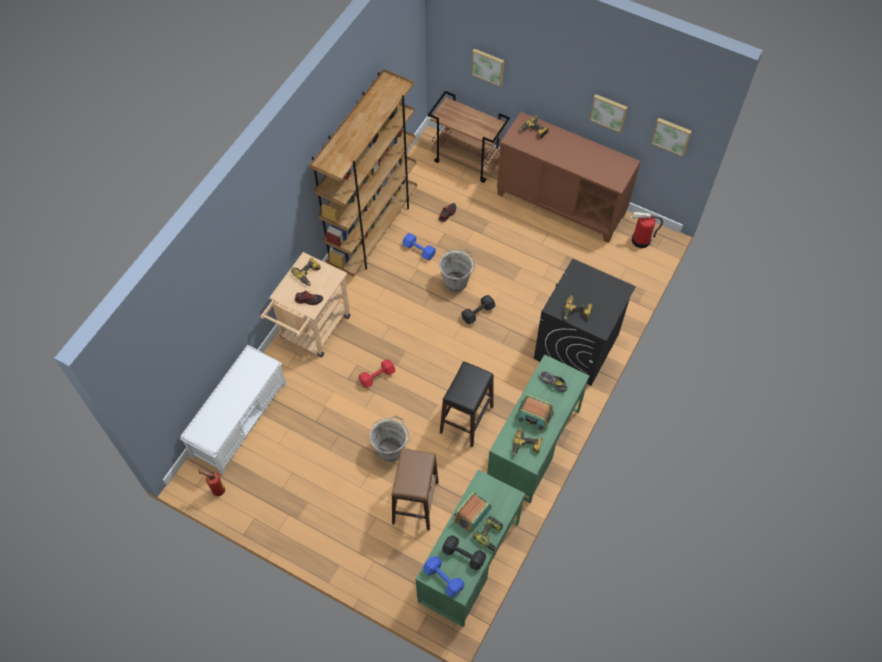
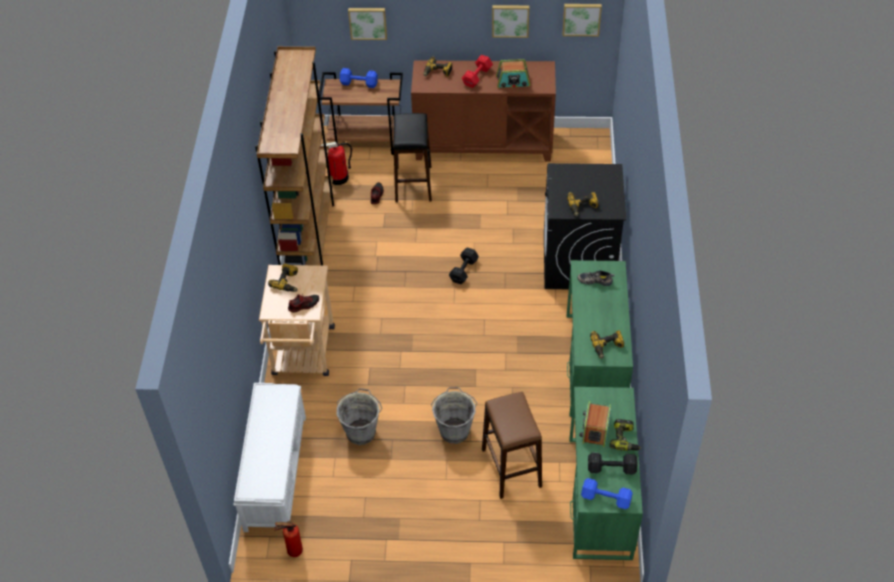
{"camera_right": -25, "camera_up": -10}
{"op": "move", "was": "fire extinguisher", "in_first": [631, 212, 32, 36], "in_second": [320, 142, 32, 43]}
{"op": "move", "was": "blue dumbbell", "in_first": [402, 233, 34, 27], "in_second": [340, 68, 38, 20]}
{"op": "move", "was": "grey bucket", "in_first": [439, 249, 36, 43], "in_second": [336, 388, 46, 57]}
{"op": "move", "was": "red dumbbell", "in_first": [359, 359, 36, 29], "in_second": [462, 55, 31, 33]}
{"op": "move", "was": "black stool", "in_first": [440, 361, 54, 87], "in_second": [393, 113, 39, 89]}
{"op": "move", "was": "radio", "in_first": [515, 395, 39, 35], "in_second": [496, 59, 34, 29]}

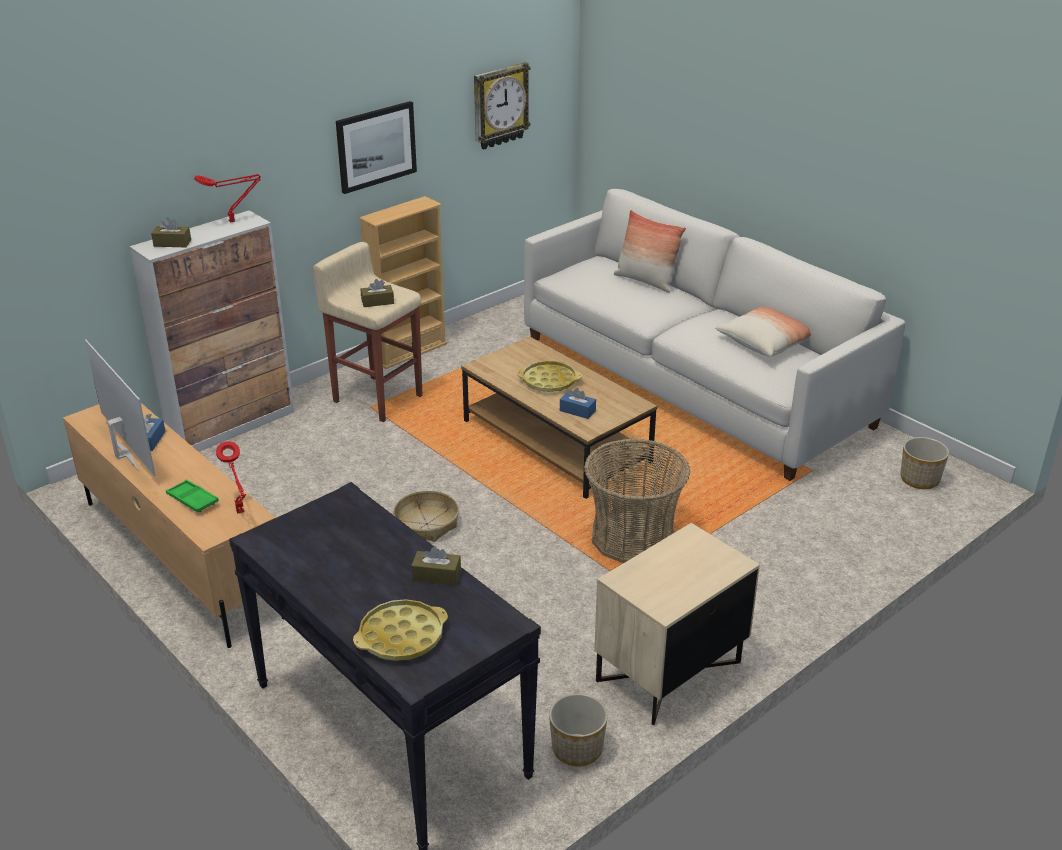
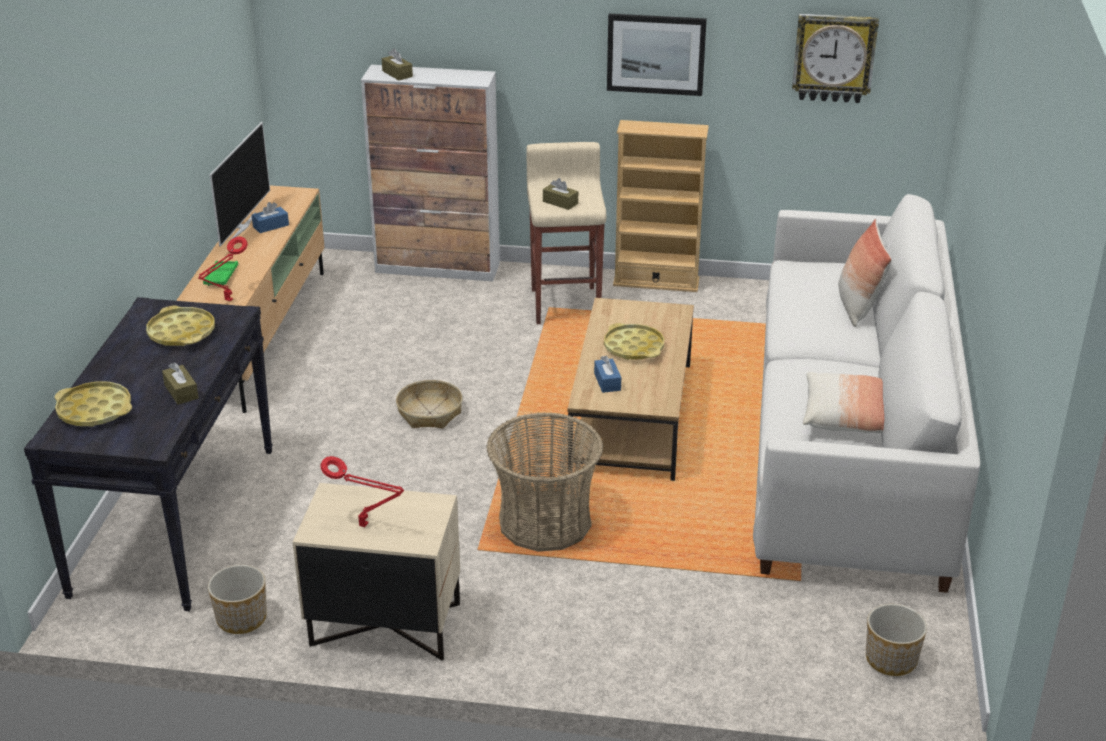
{"camera_right": 50, "camera_up": 0}
{"op": "move", "was": "red table lamp", "in_first": [194, 174, 67, 49], "in_second": [321, 456, 83, 71]}
{"op": "insert", "now": "yellow tray", "in_second": [146, 306, 69, 40]}

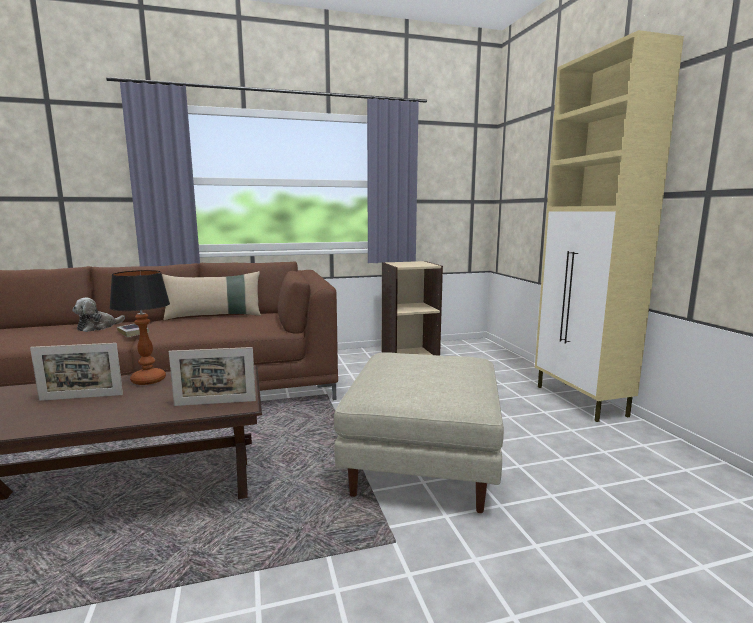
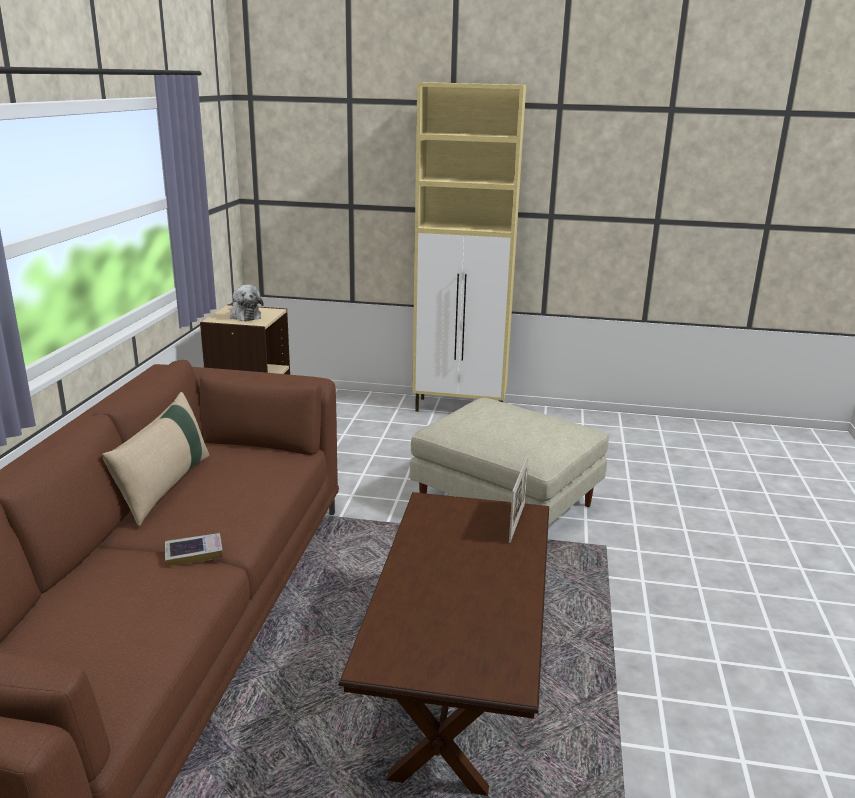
{"camera_right": -65, "camera_up": 10}
{"op": "delete", "was": "table lamp", "in_first": [109, 270, 61, 115]}
{"op": "move", "was": "plush toy", "in_first": [72, 298, 53, 34], "in_second": [230, 285, 34, 36]}
{"op": "delete", "was": "picture frame", "in_first": [30, 343, 93, 58]}

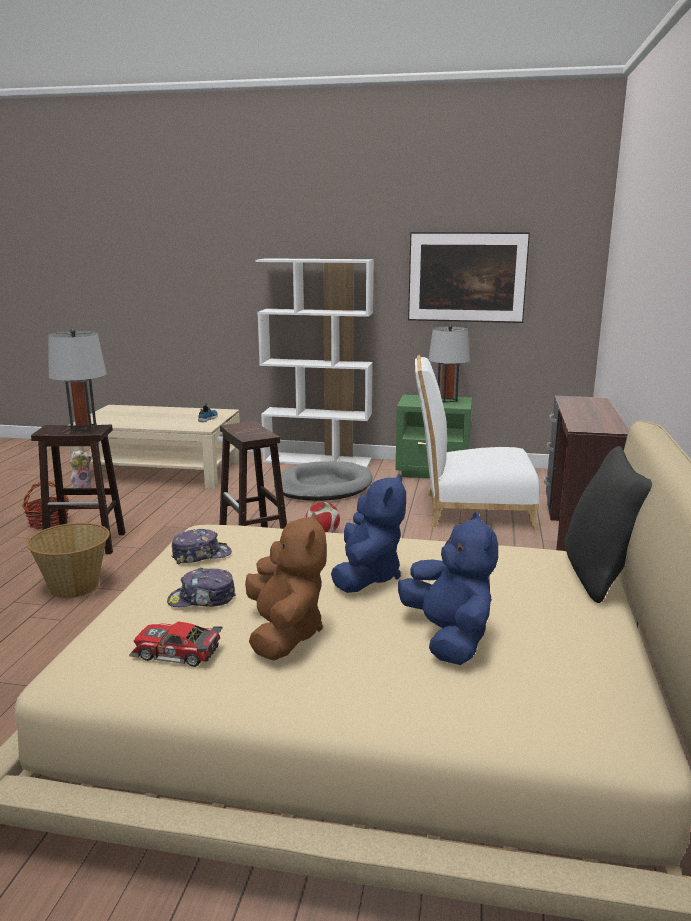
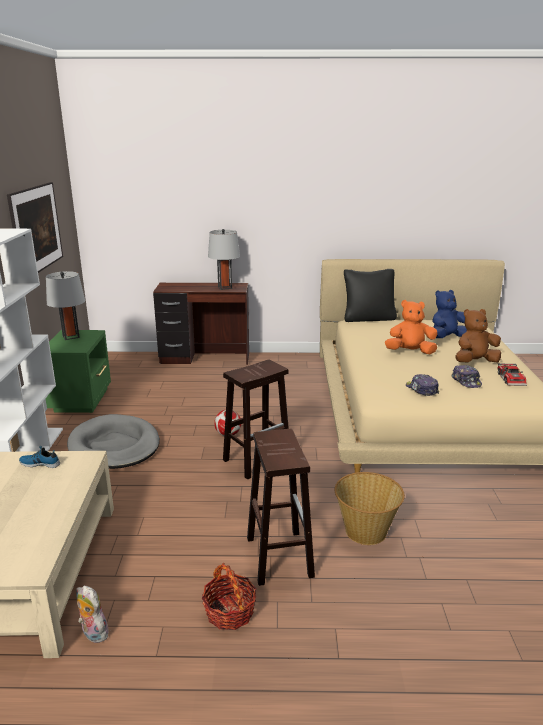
{"camera_right": -100, "camera_up": 5}
{"op": "move", "was": "grey table lamp", "in_first": [48, 329, 58, 102], "in_second": [208, 229, 32, 61]}
{"op": "delete", "was": "white chair", "in_first": [415, 355, 125, 175]}
{"op": "recolor", "was": "blue plush toy", "now": "orange plush toy", "in_first": [331, 474, 75, 119], "in_second": [385, 300, 53, 54]}

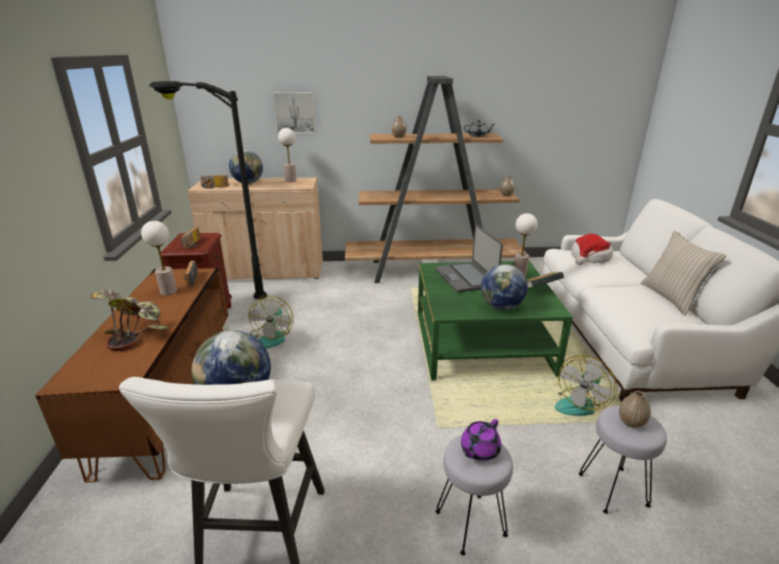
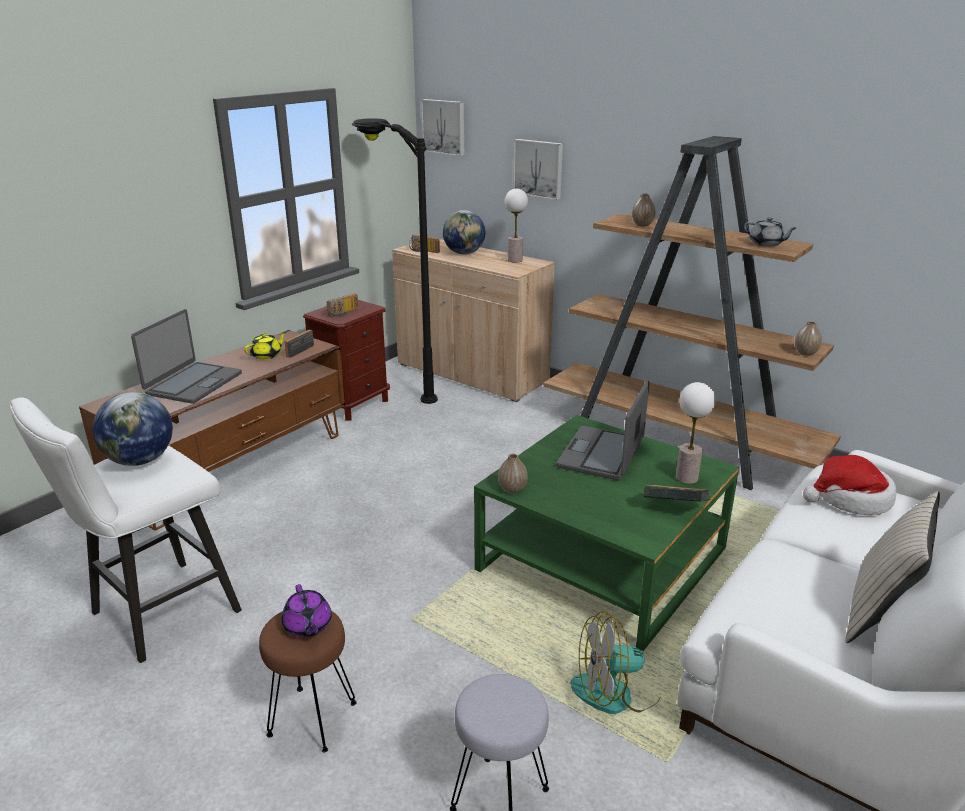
{"camera_right": 40, "camera_up": 0}
{"op": "replace", "was": "table lamp", "now": "yellow teapot", "in_first": [141, 221, 36, 74], "in_second": [244, 332, 43, 28]}
{"op": "delete", "was": "globe", "in_first": [481, 264, 47, 46]}
{"op": "replace", "was": "potted plant", "now": "laptop", "in_first": [91, 290, 77, 61], "in_second": [131, 309, 111, 95]}
{"op": "delete", "was": "fan", "in_first": [249, 295, 44, 54]}
{"op": "move", "was": "vase", "in_first": [619, 391, 32, 37], "in_second": [498, 454, 30, 39]}
{"op": "rotate", "was": "purple teapot", "in_first": [461, 419, 40, 42], "in_second": [282, 584, 50, 53], "clockwise": -105}
{"op": "recolor", "was": "grey stool", "now": "brown stool", "in_first": [436, 435, 77, 121], "in_second": [259, 611, 98, 141]}
{"op": "insert", "now": "picture", "in_second": [421, 99, 43, 57]}

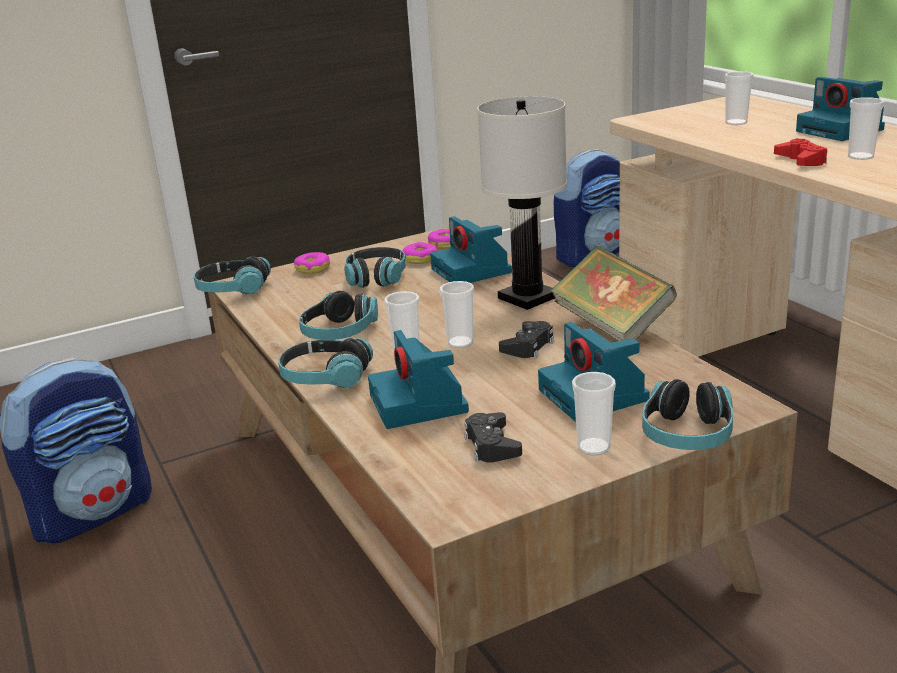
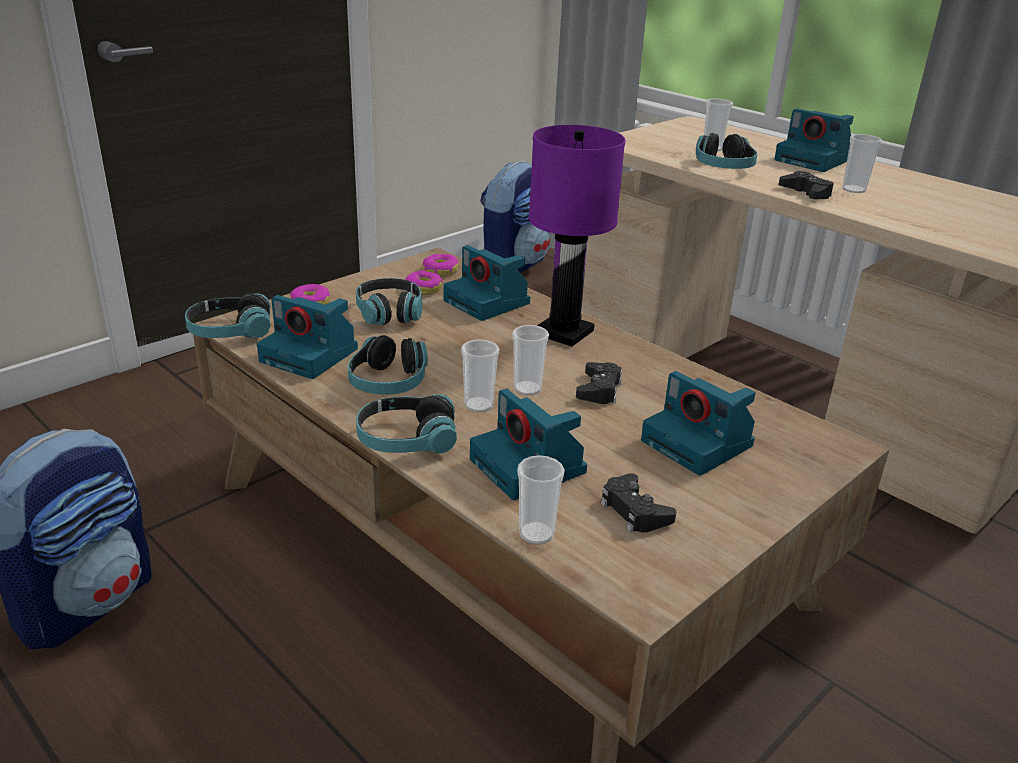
{"camera_right": -20, "camera_up": 5}
{"op": "recolor", "was": "white table lamp", "now": "purple table lamp", "in_first": [477, 96, 90, 214], "in_second": [528, 125, 98, 222]}
{"op": "recolor", "was": "red game controller", "now": "black game controller", "in_first": [774, 138, 54, 28], "in_second": [779, 171, 55, 28]}
{"op": "delete", "was": "book", "in_first": [550, 246, 127, 95]}
{"op": "move", "was": "cup", "in_first": [572, 372, 44, 84], "in_second": [517, 455, 48, 90]}
{"op": "move", "was": "headphones", "in_first": [642, 379, 91, 71], "in_second": [696, 133, 61, 36]}
{"op": "insert", "now": "photo camera", "in_second": [257, 295, 101, 84]}

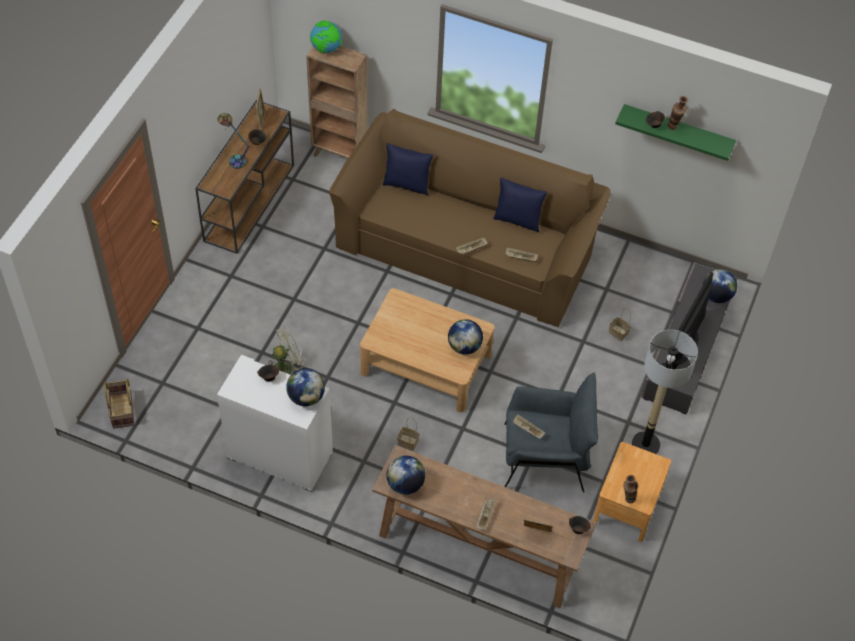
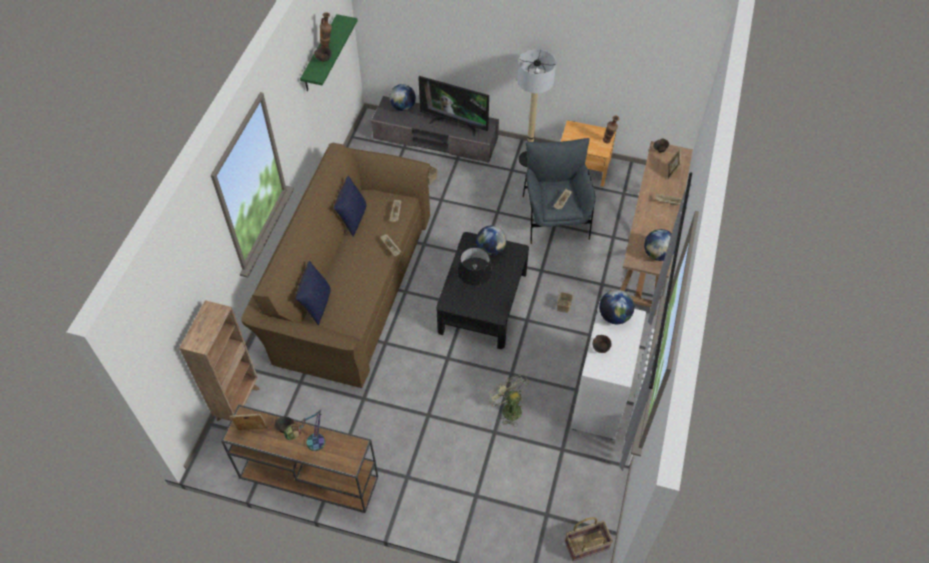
{"camera_right": -95, "camera_up": 0}
{"op": "delete", "was": "globe", "in_first": [310, 21, 32, 32]}
{"op": "recolor", "was": "beige coffee table", "now": "black coffee table", "in_first": [360, 288, 135, 124], "in_second": [436, 232, 93, 117]}
{"op": "insert", "now": "black table lamp", "in_second": [457, 247, 35, 43]}

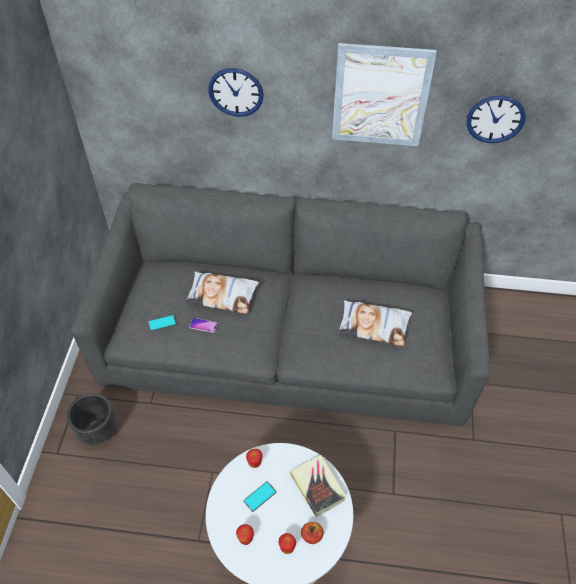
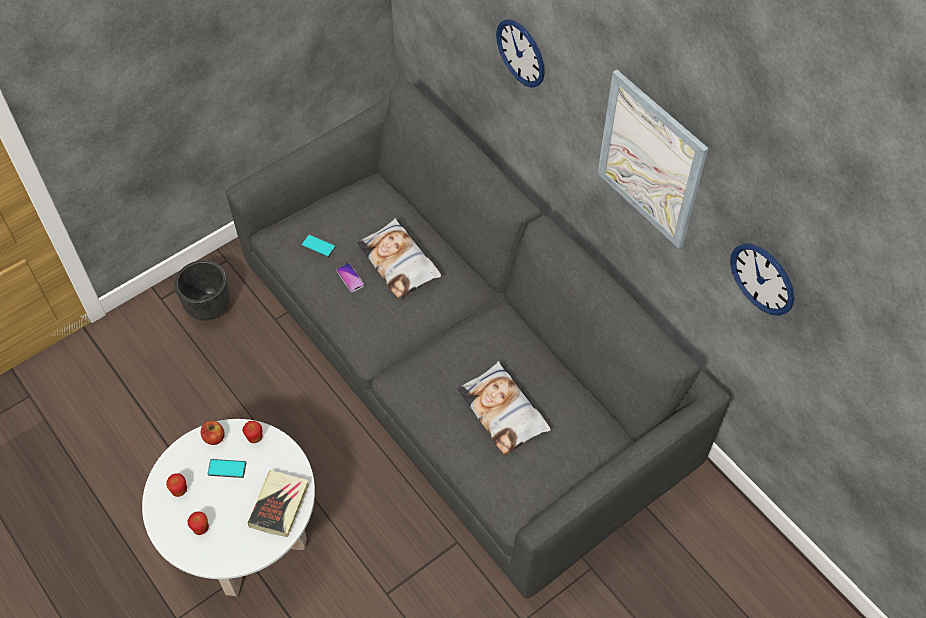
{"camera_right": 45, "camera_up": 5}
{"op": "move", "was": "apple", "in_first": [301, 522, 23, 22], "in_second": [201, 421, 24, 24]}

